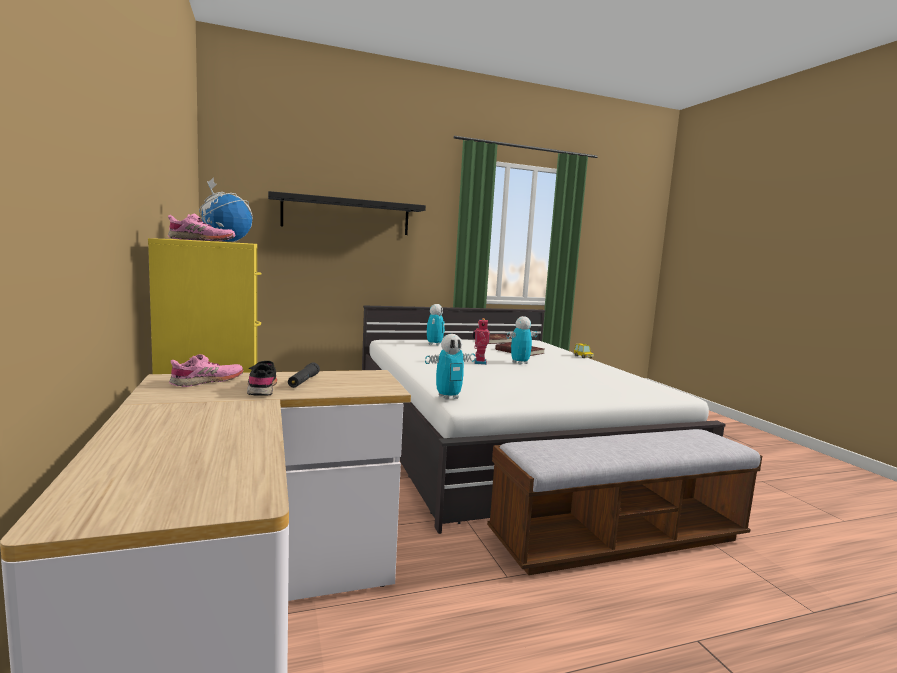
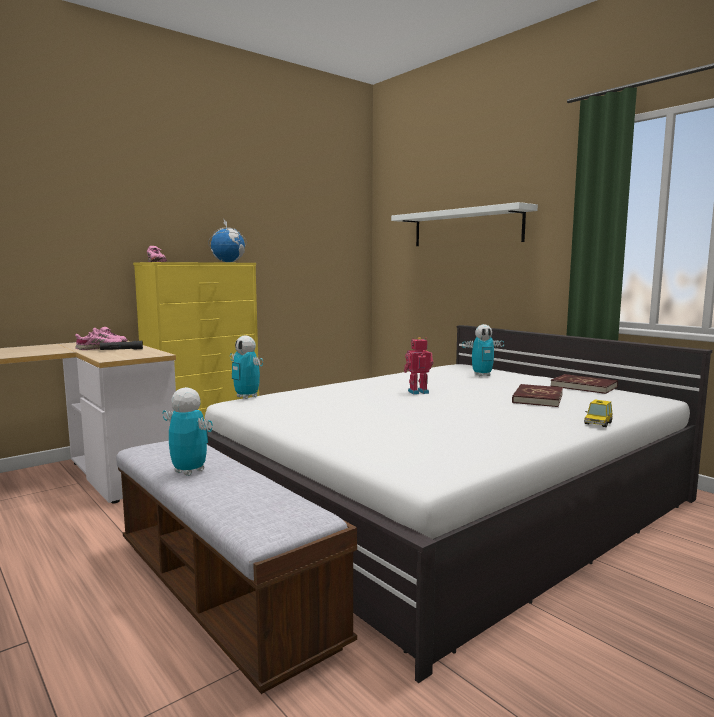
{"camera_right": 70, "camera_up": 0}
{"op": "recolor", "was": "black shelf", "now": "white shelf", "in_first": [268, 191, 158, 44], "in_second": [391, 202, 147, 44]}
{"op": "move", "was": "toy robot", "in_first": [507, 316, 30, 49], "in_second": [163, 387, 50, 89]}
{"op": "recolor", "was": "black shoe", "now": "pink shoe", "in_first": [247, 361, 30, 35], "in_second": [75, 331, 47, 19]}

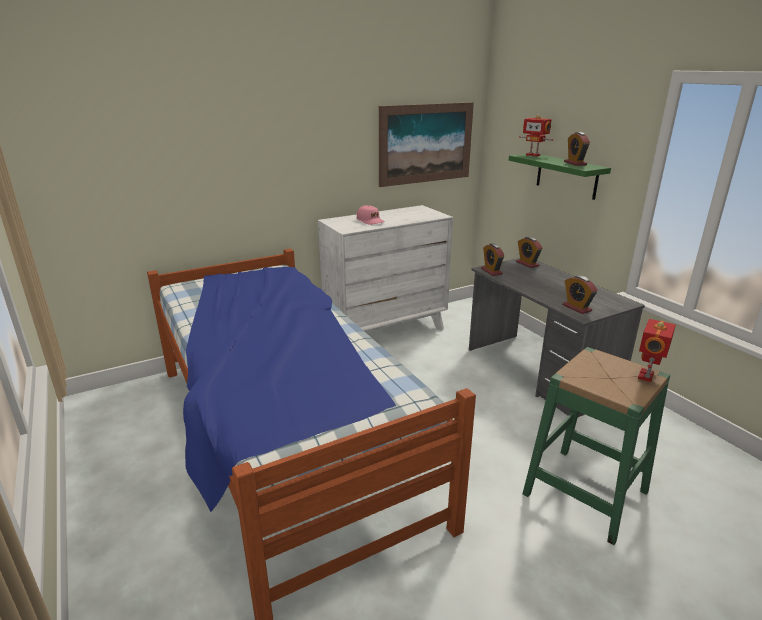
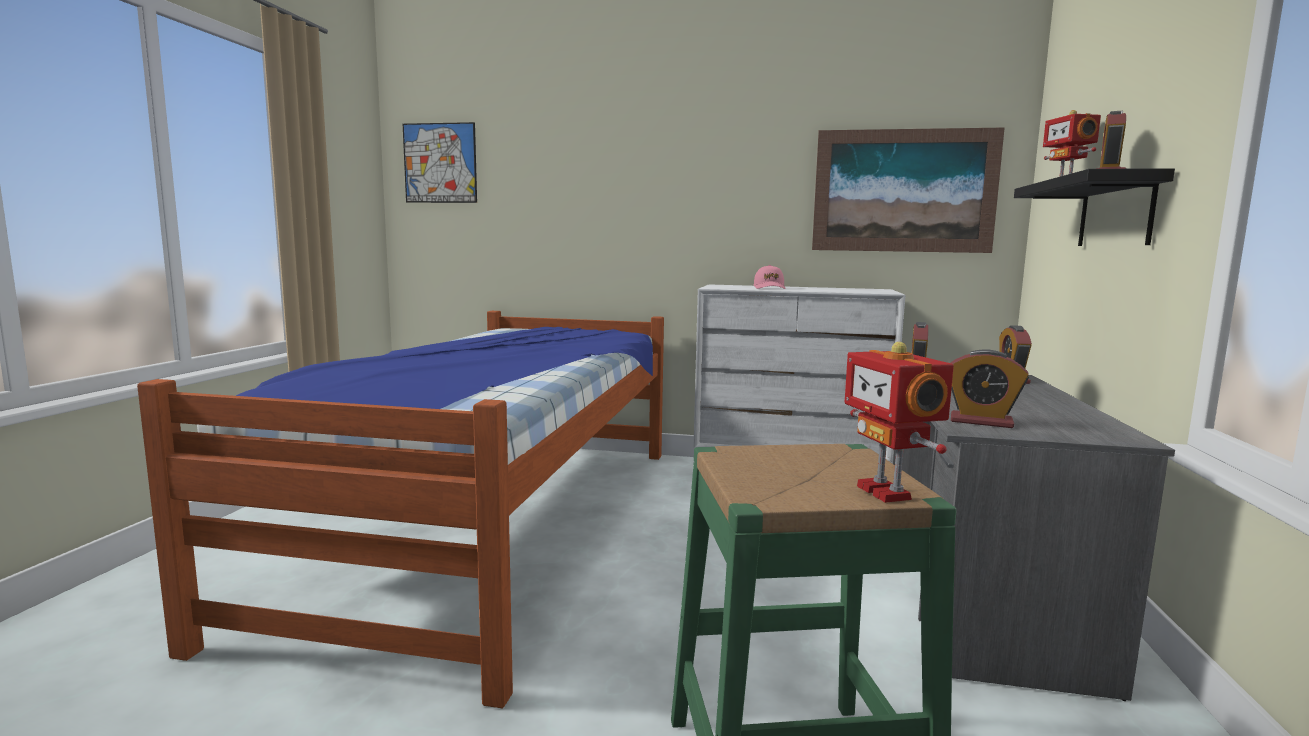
{"camera_right": 40, "camera_up": -15}
{"op": "recolor", "was": "green shelf", "now": "black shelf", "in_first": [509, 153, 102, 47], "in_second": [1014, 168, 161, 78]}
{"op": "rotate", "was": "alarm clock", "in_first": [562, 275, 36, 39], "in_second": [951, 349, 78, 79], "clockwise": -75}
{"op": "rotate", "was": "toy robot", "in_first": [638, 319, 38, 63], "in_second": [844, 342, 110, 161], "clockwise": -90}
{"op": "insert", "now": "picture", "in_second": [403, 122, 74, 81]}

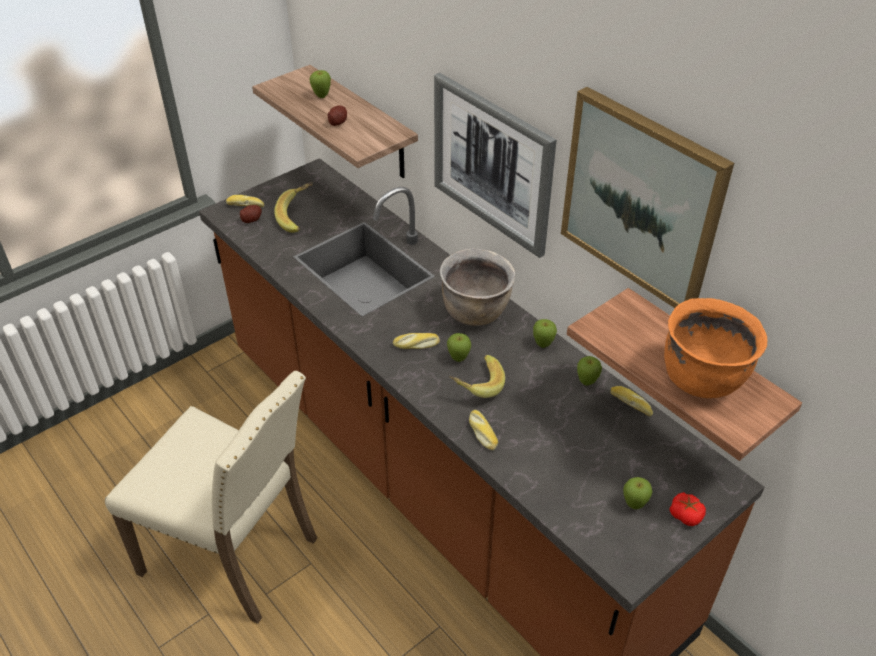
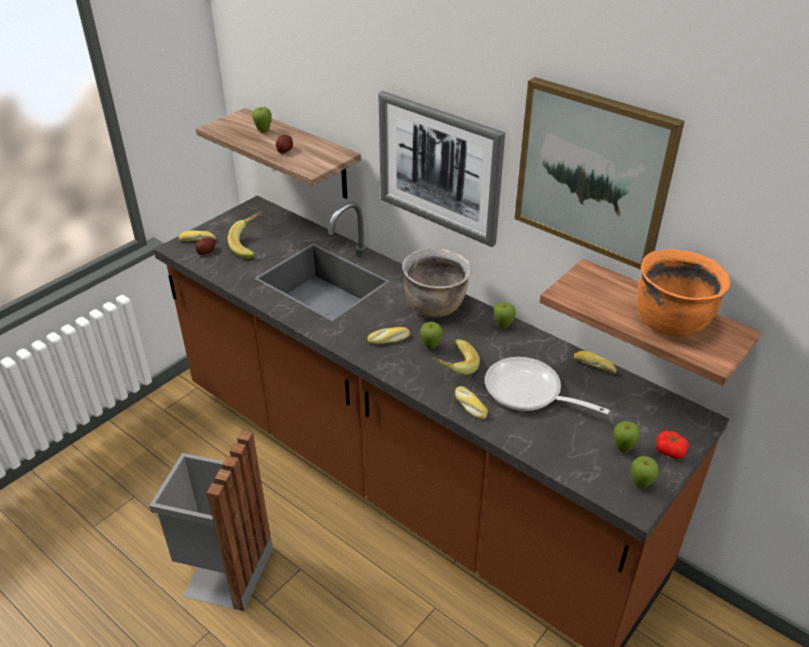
{"camera_right": -10, "camera_up": -5}
{"op": "move", "was": "apple", "in_first": [577, 356, 25, 30], "in_second": [631, 456, 28, 32]}
{"op": "replace", "was": "beige chair", "now": "grey trash can", "in_first": [105, 371, 212, 253], "in_second": [149, 430, 124, 182]}
{"op": "insert", "now": "frying pan", "in_second": [485, 357, 125, 57]}

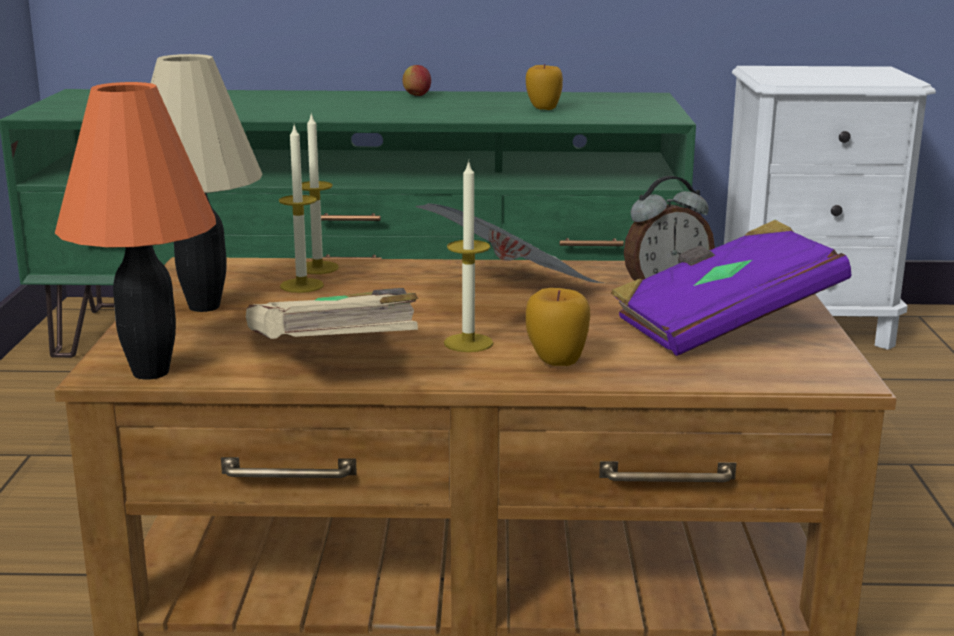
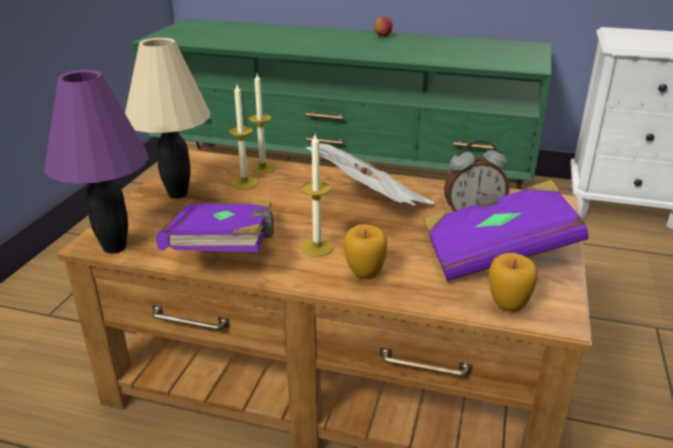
{"camera_right": 15, "camera_up": 10}
{"op": "move", "was": "apple", "in_first": [526, 64, 37, 46], "in_second": [489, 253, 49, 59]}
{"op": "recolor", "was": "orange table lamp", "now": "purple table lamp", "in_first": [55, 82, 161, 298], "in_second": [44, 70, 105, 184]}
{"op": "recolor", "was": "beige book", "now": "purple book", "in_first": [246, 288, 172, 51], "in_second": [156, 201, 118, 51]}

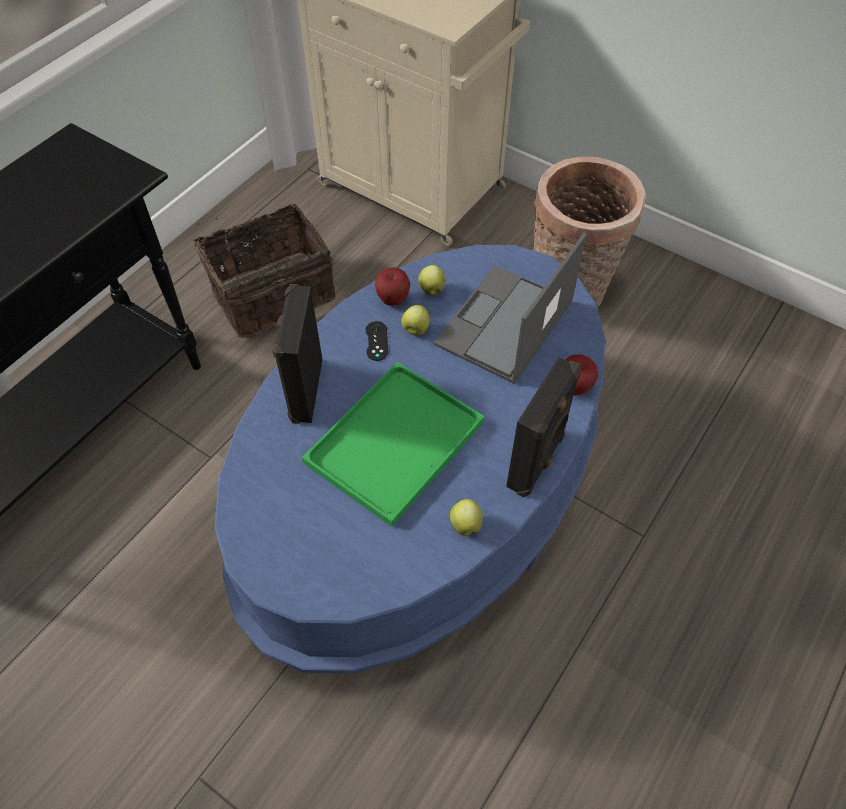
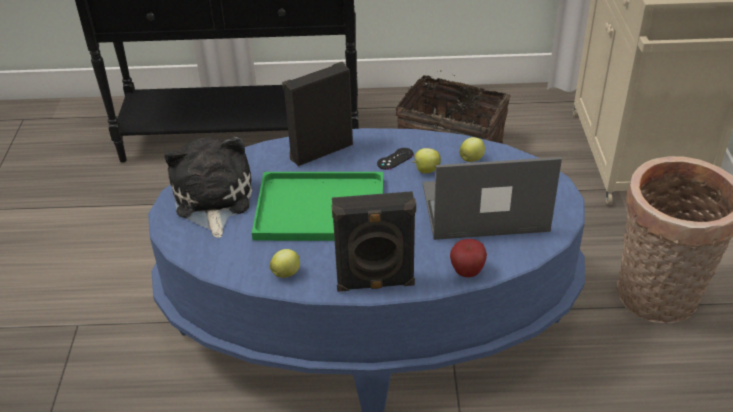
{"camera_right": 55, "camera_up": -15}
{"op": "delete", "was": "apple", "in_first": [375, 267, 35, 39]}
{"op": "insert", "now": "plush toy", "in_second": [164, 136, 88, 102]}

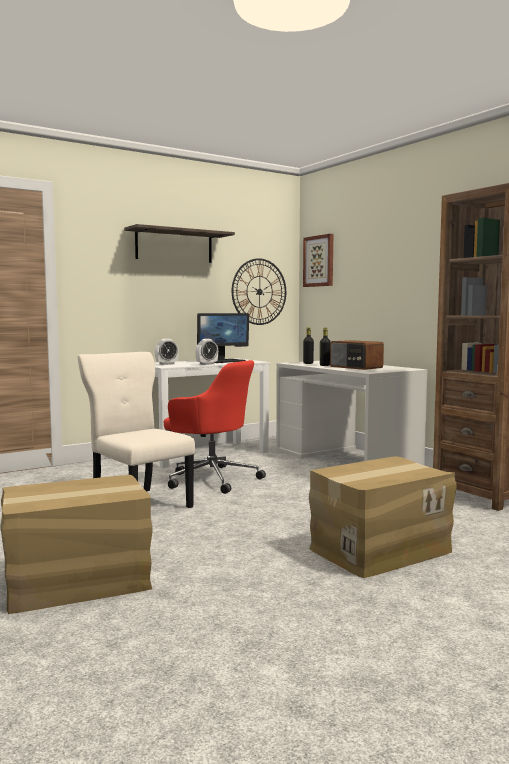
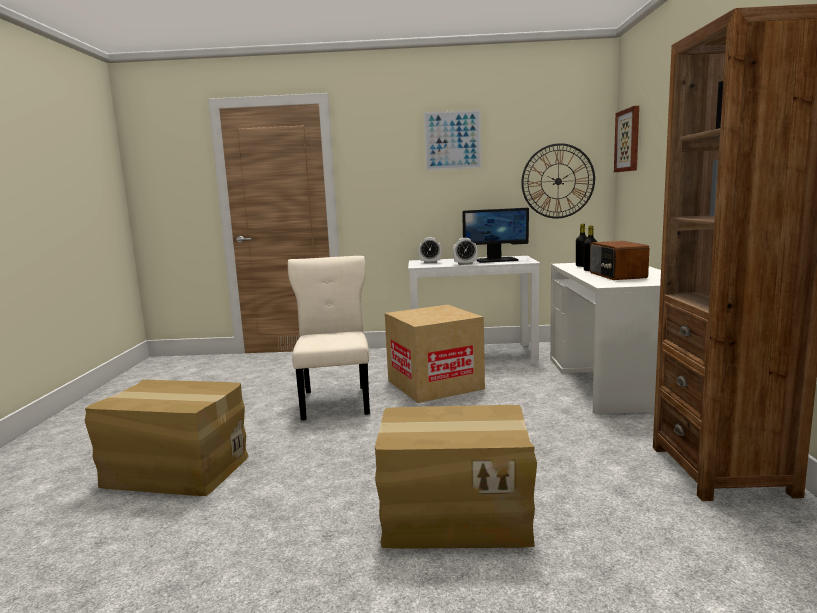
{"camera_right": 35, "camera_up": 5}
{"op": "replace", "was": "shelf", "now": "picture", "in_first": [124, 224, 111, 39], "in_second": [424, 110, 58, 61]}
{"op": "replace", "was": "red office chair", "now": "cardboard box", "in_first": [164, 360, 102, 134], "in_second": [385, 305, 100, 98]}

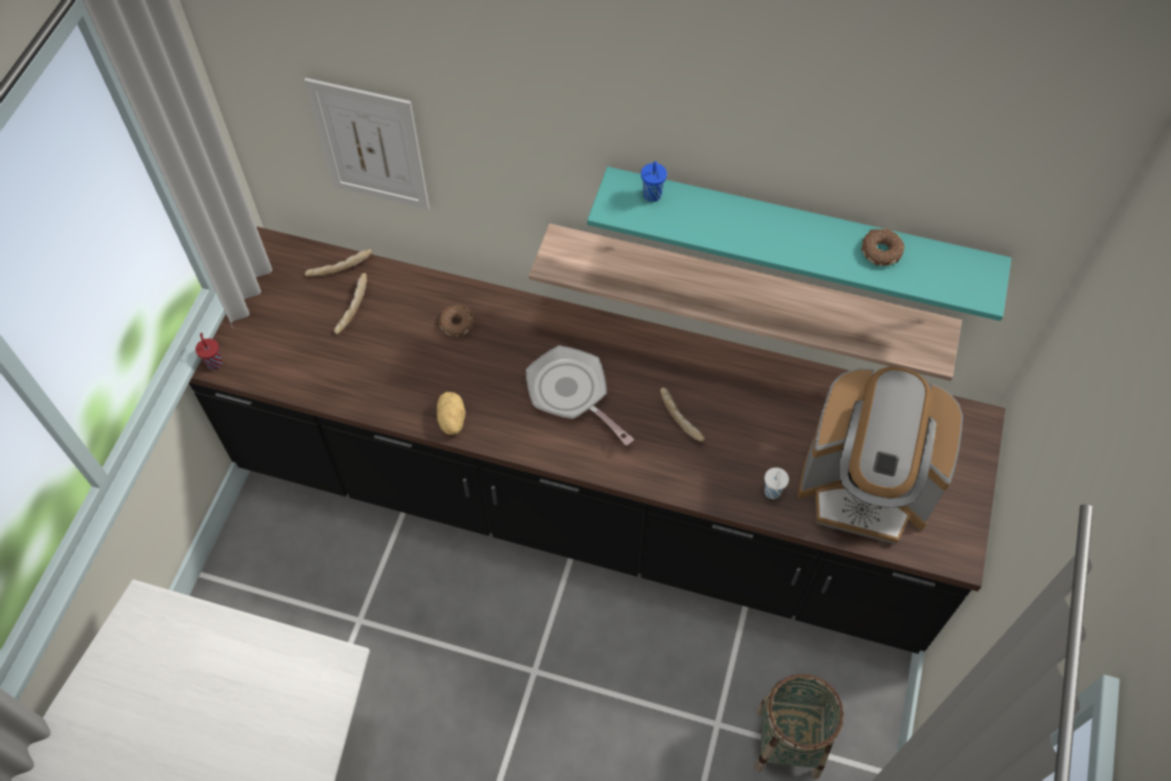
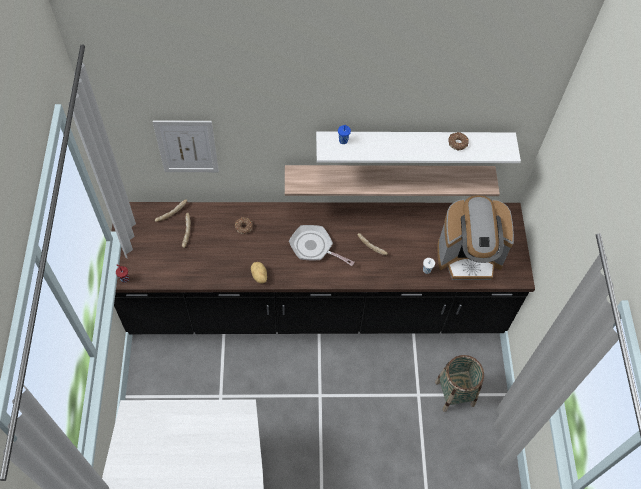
{"camera_right": -20, "camera_up": 0}
{"op": "recolor", "was": "turquoise shelf", "now": "white shelf", "in_first": [587, 167, 425, 154], "in_second": [316, 132, 205, 31]}

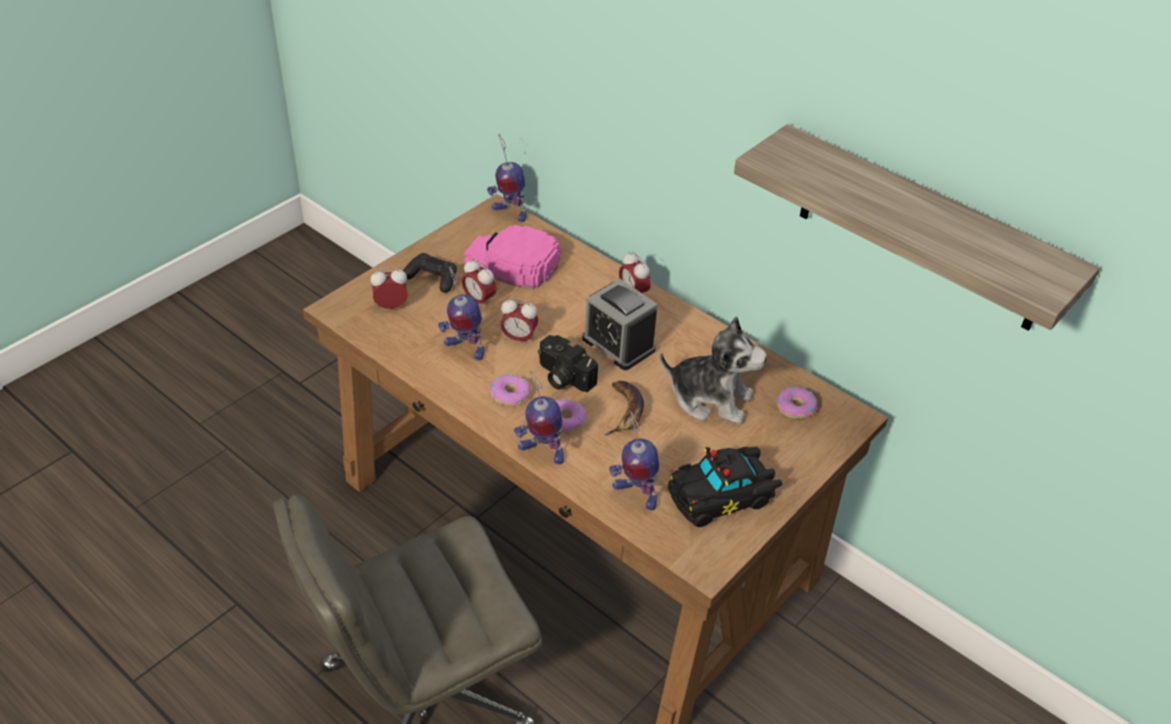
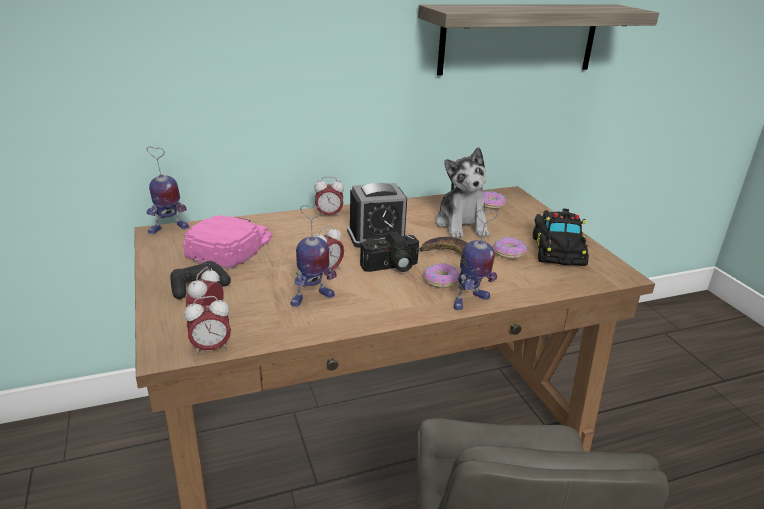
{"camera_right": -60, "camera_up": -15}
{"op": "rotate", "was": "pink cap", "in_first": [464, 225, 97, 65], "in_second": [183, 215, 90, 55], "clockwise": 150}
{"op": "move", "was": "alarm clock", "in_first": [462, 259, 35, 51], "in_second": [184, 296, 47, 59]}
{"op": "rotate", "was": "plush toy", "in_first": [660, 316, 107, 108], "in_second": [436, 147, 53, 91], "clockwise": 120}
{"op": "move", "was": "donut", "in_first": [490, 374, 41, 32], "in_second": [493, 237, 35, 22]}
{"op": "delete", "was": "toy robot", "in_first": [609, 411, 50, 100]}

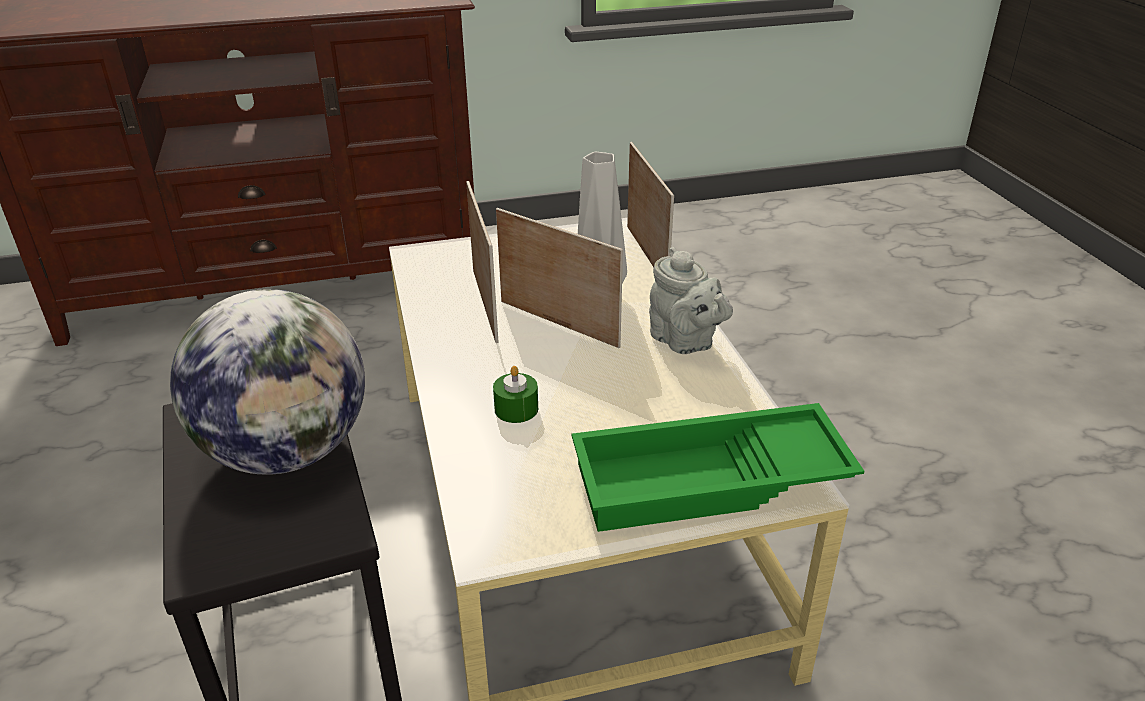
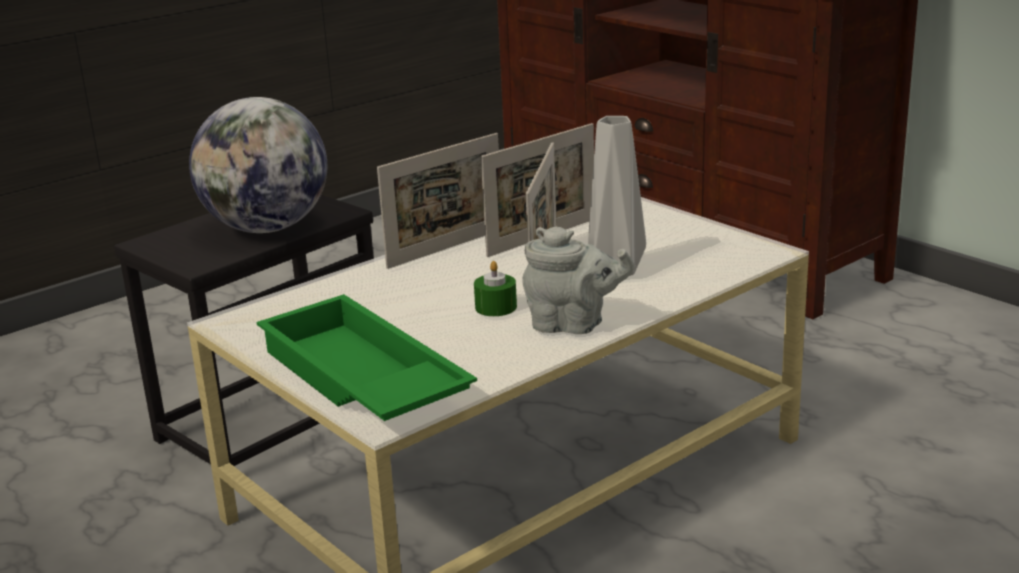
{"camera_right": 65, "camera_up": -10}
{"op": "move", "was": "picture frame", "in_first": [627, 142, 47, 125], "in_second": [377, 133, 122, 136]}
{"op": "rotate", "was": "grey teapot", "in_first": [649, 247, 84, 107], "in_second": [522, 227, 112, 107], "clockwise": -105}
{"op": "move", "was": "green candle", "in_first": [493, 366, 45, 57], "in_second": [474, 261, 43, 55]}

